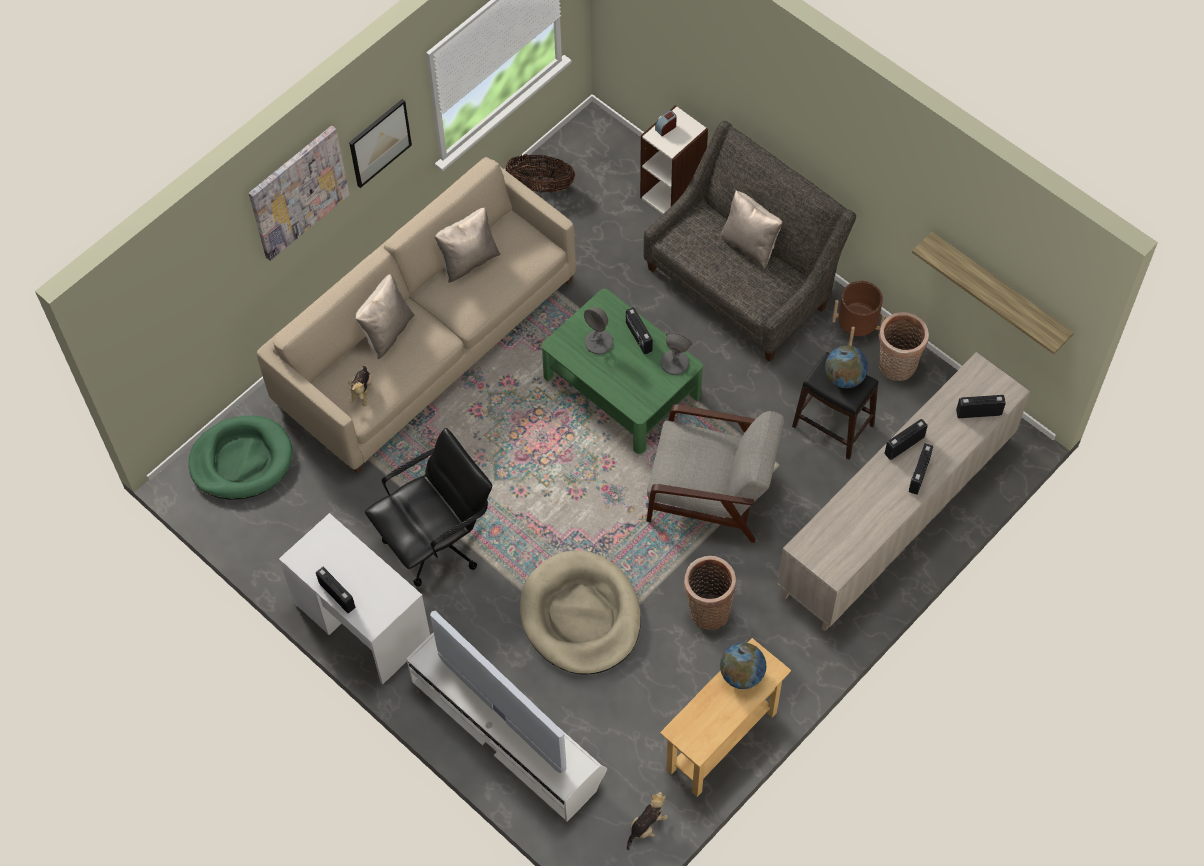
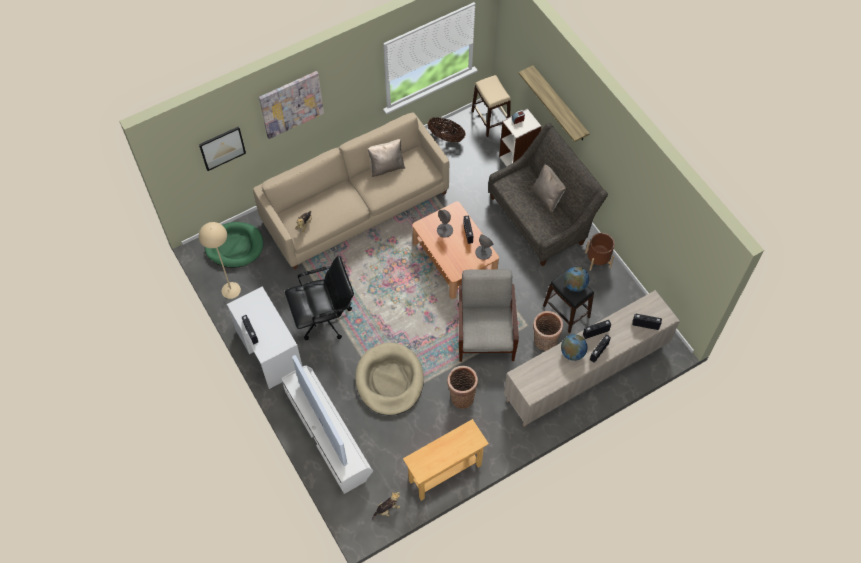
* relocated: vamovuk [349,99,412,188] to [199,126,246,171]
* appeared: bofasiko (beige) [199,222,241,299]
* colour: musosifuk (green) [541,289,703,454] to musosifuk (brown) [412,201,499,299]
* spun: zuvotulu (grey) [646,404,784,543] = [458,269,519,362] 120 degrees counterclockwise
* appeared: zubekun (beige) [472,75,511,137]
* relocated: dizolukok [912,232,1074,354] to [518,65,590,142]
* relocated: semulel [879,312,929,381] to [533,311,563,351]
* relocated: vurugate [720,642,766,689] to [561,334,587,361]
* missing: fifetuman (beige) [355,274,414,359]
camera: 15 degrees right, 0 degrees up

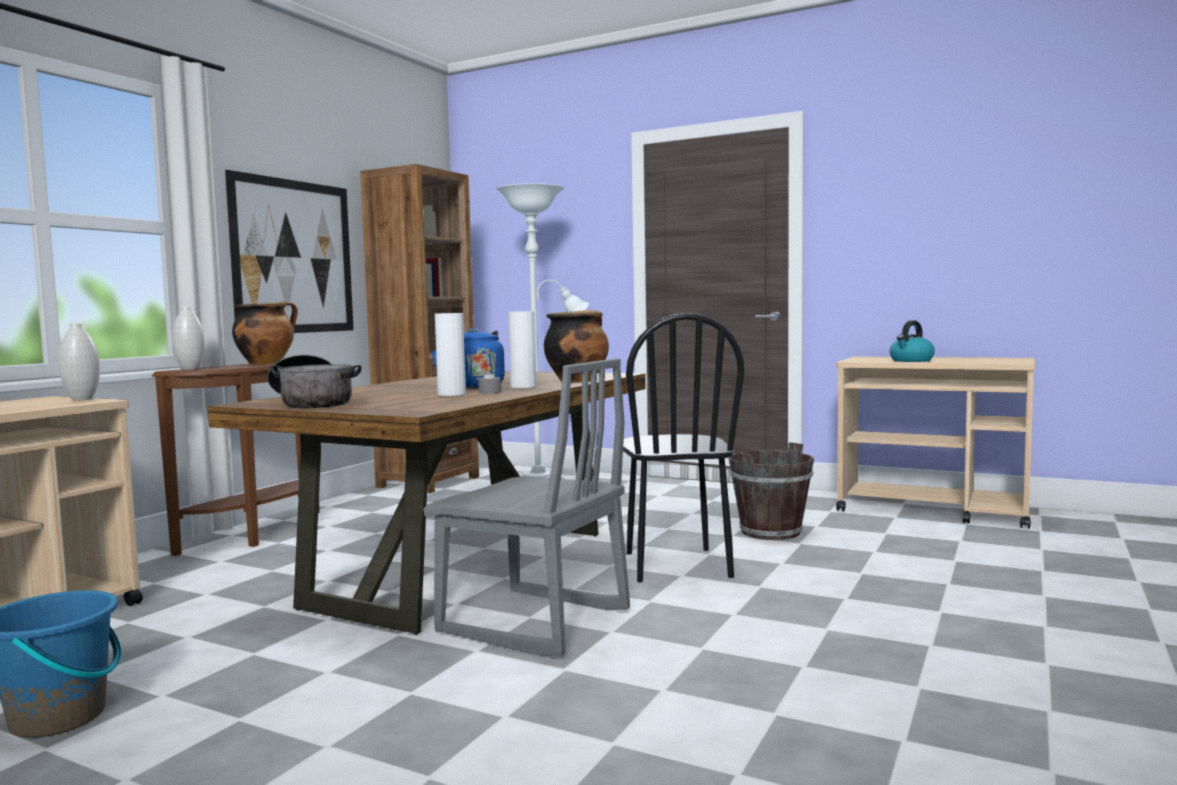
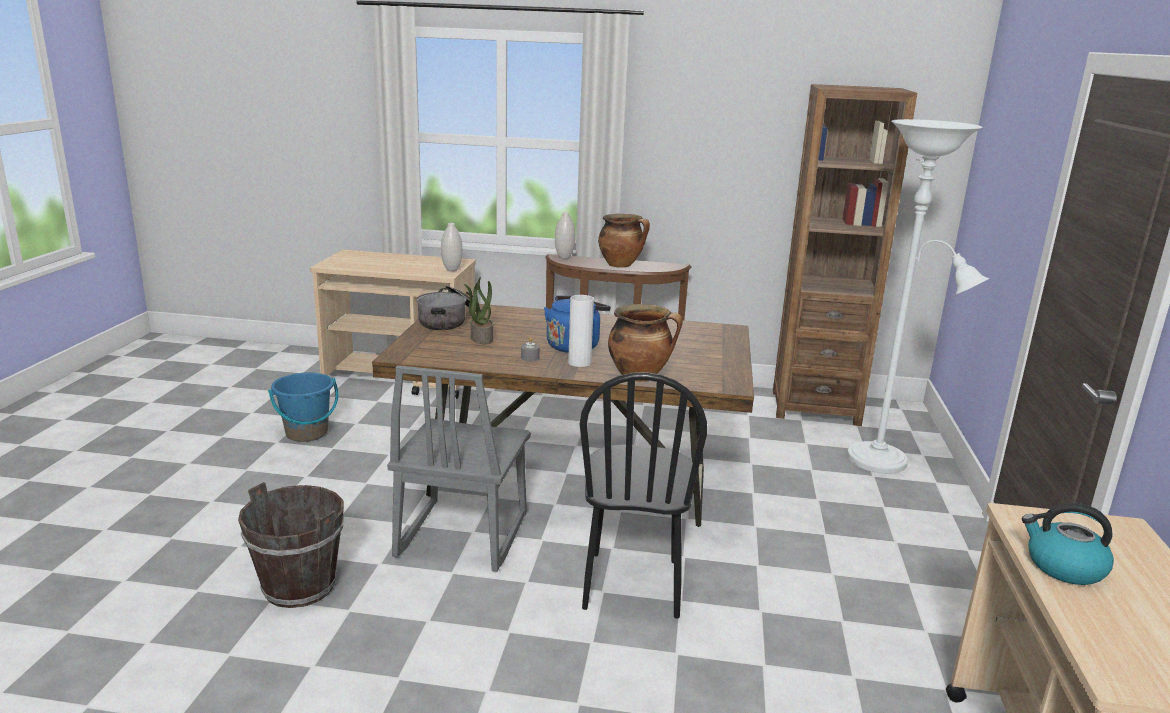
* relocated: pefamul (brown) [728,442,814,540] to [238,482,344,608]
* appeared: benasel [464,277,493,344]
* spun: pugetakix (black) [623,313,744,582] = [580,372,707,619] 60 degrees counterclockwise
* missing: vamovuk [225,170,354,333]
* missing: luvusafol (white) [435,313,466,396]
camera: 70 degrees right, 15 degrees up

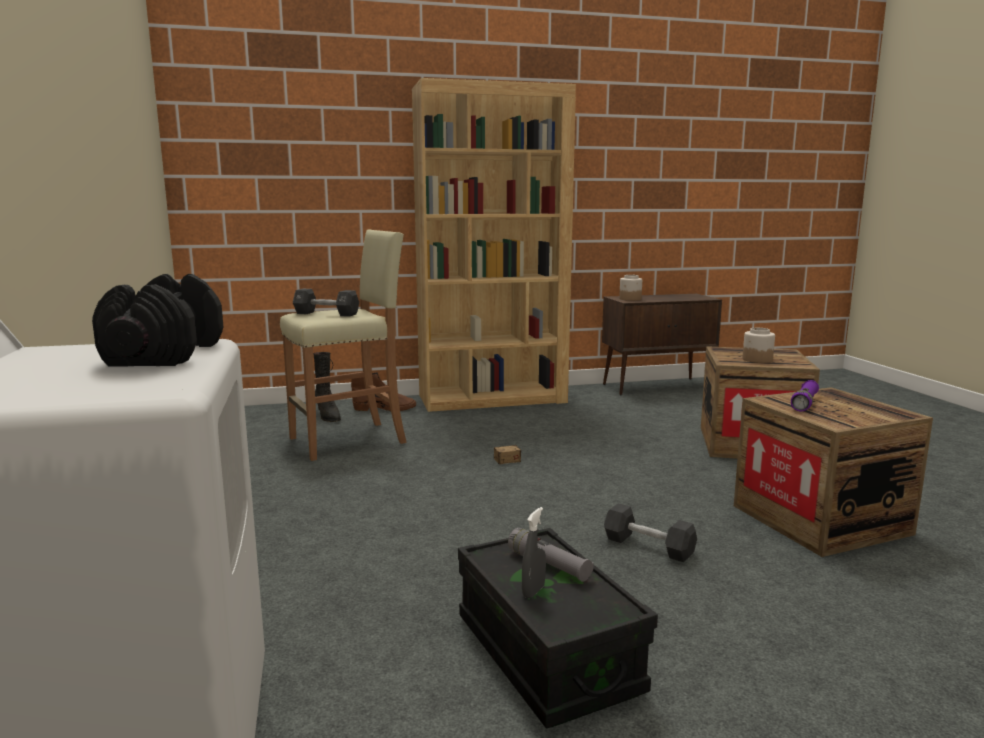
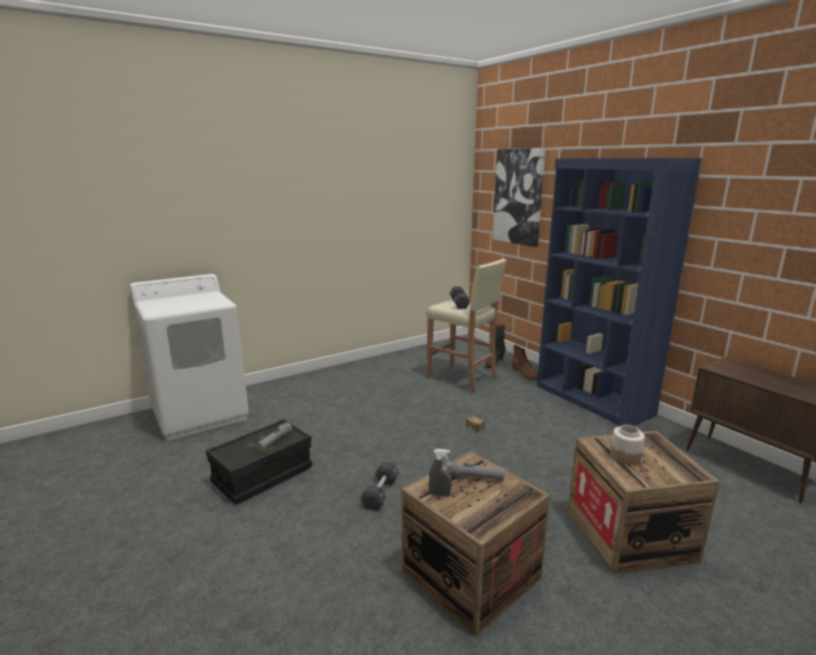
* relocated: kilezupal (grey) [522,507,546,598] to [429,449,452,497]
* colour: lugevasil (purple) [791,380,819,411] to lugevasil (grey) [446,460,504,481]
* appeared: vamovuk [493,148,546,247]
* colour: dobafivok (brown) [412,78,576,412] to dobafivok (blue) [537,158,702,426]
* missing: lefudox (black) [92,274,223,367]
* missing: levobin [619,275,642,301]
camera: 70 degrees right, 5 degrees up

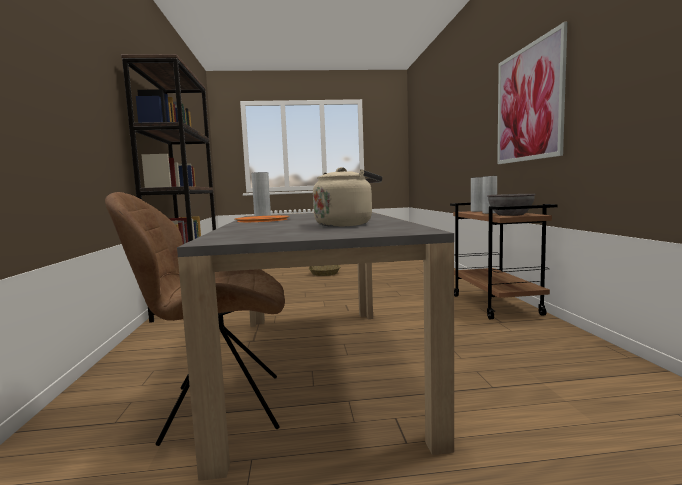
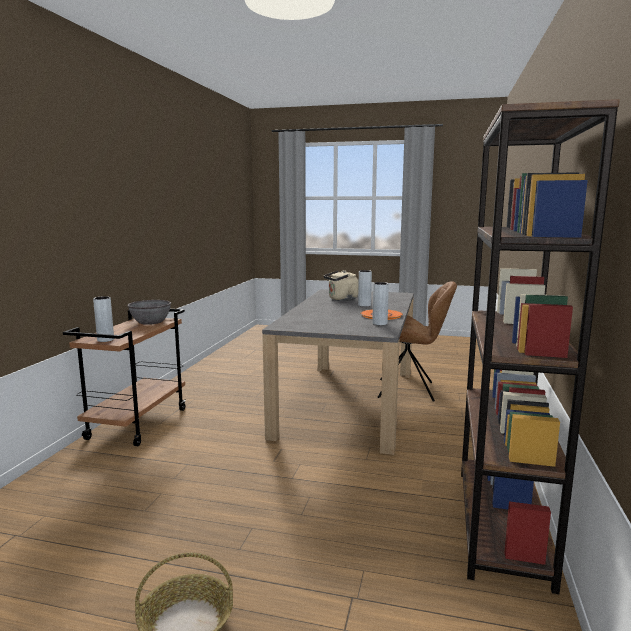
* relocated: luvusafol (grey) [482,176,497,214] to [358,270,372,307]
* missing: vamovuk [497,22,567,164]
camera: 160 degrees left, 5 degrees up

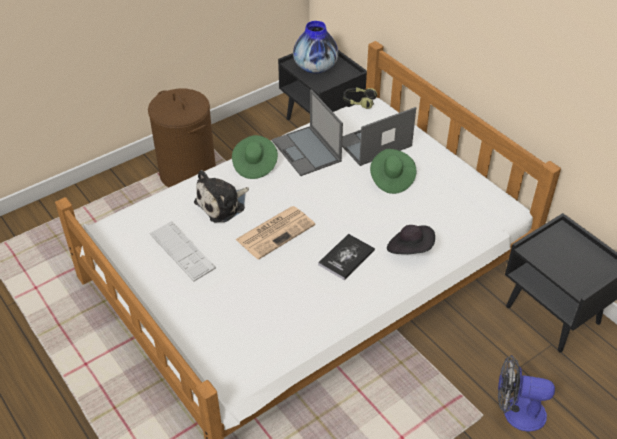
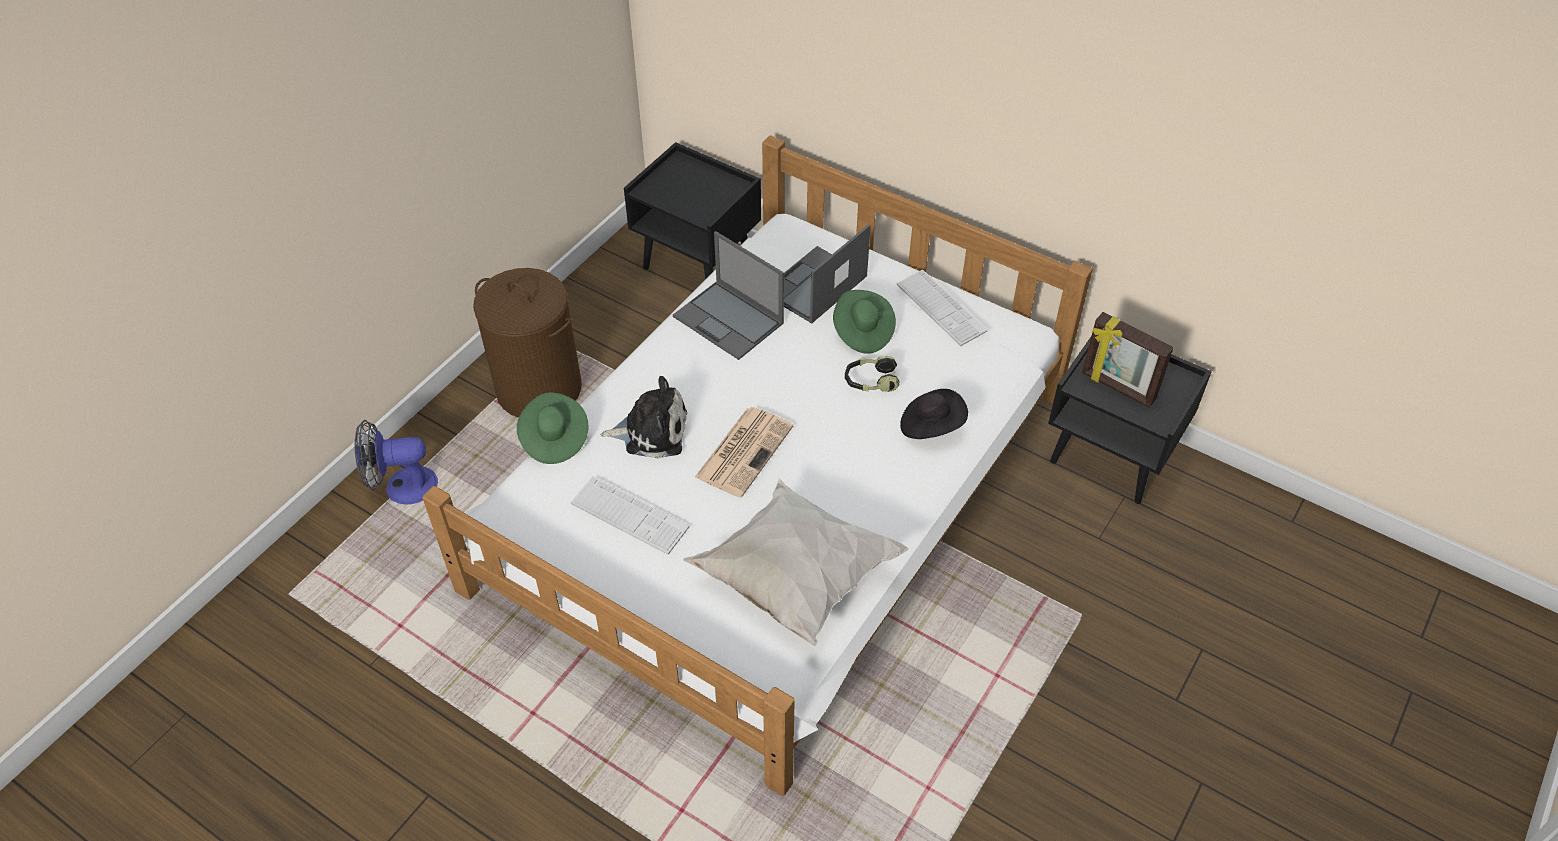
* relocated: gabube [498,355,555,432] to [355,420,438,505]
* relocated: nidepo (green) [232,135,278,179] to [517,393,588,464]
* spun: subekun [194,170,249,223] = [601,376,687,459] 120 degrees counterclockwise
* appeared: fifetuman (white) [683,478,909,646]
* relocated: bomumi [343,87,377,109] to [845,355,900,392]
* appeared: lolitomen [897,269,987,346]
* appeared: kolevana [1082,312,1174,408]
* missing: luvusafol [293,21,338,73]
* missing: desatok [318,234,375,280]
camera: 20 degrees left, 5 degrees up

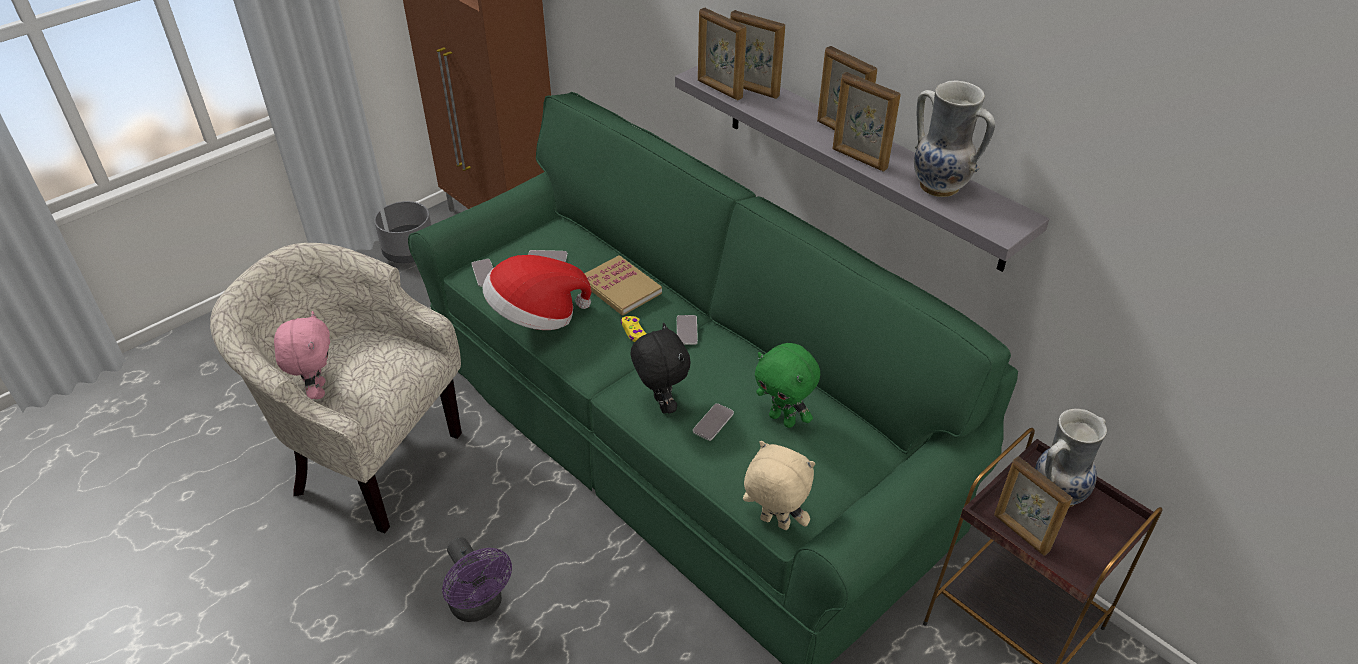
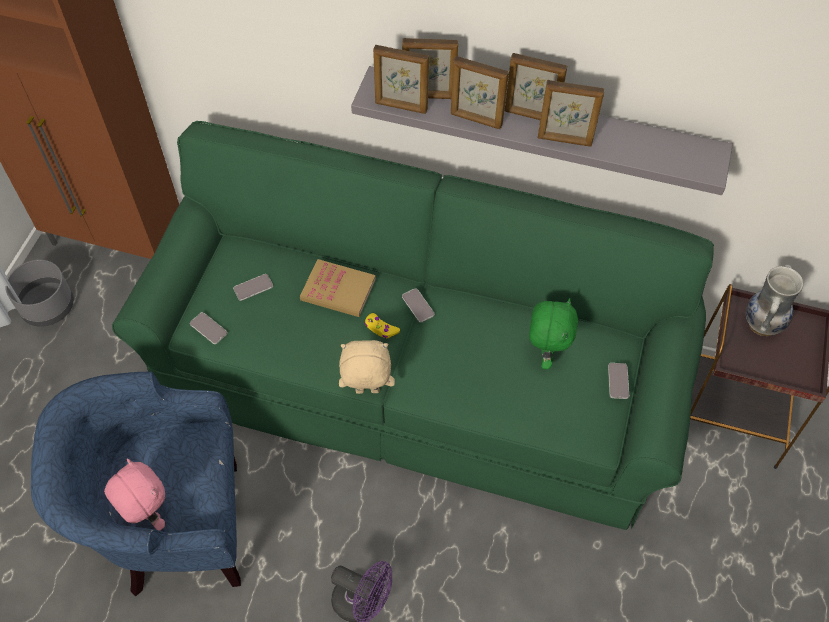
* colour: zuvotulu (beige) [210,243,462,533] to zuvotulu (blue) [31,371,241,597]
* relocated: subekun (beige) [743,441,815,530] to [339,340,395,394]
* relocated: kolevana [994,456,1072,556] to [451,56,509,129]
* spun: subekun (green) [755,343,820,428] = [529,298,578,370] 90 degrees counterclockwise
* relocated: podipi [693,403,734,441] to [608,363,629,399]
* missing: nidepo [483,255,592,330]
* missing: subekun (black) [631,323,691,414]
* missing: luvusafol [914,80,995,197]
camera: 30 degrees left, 15 degrees up

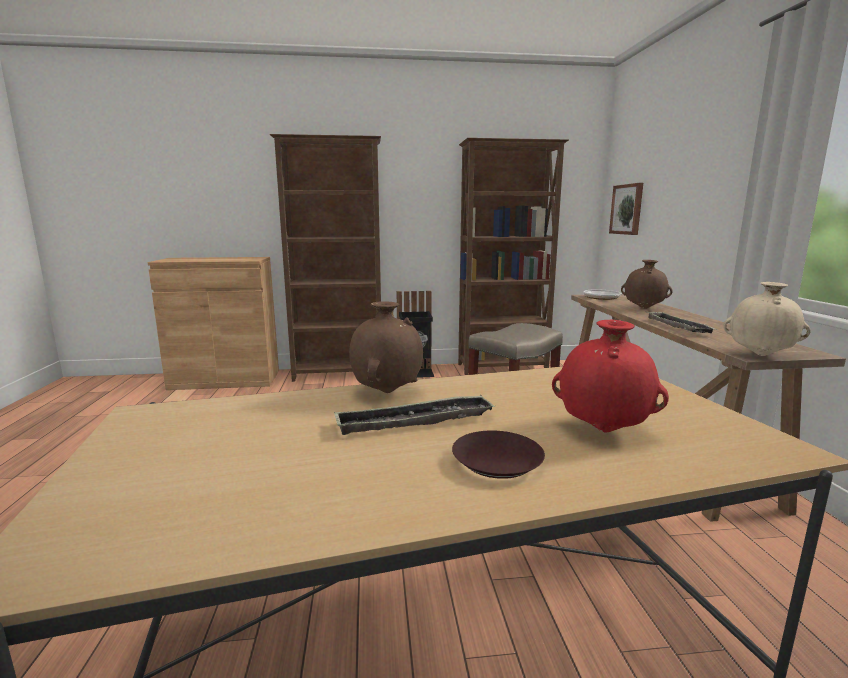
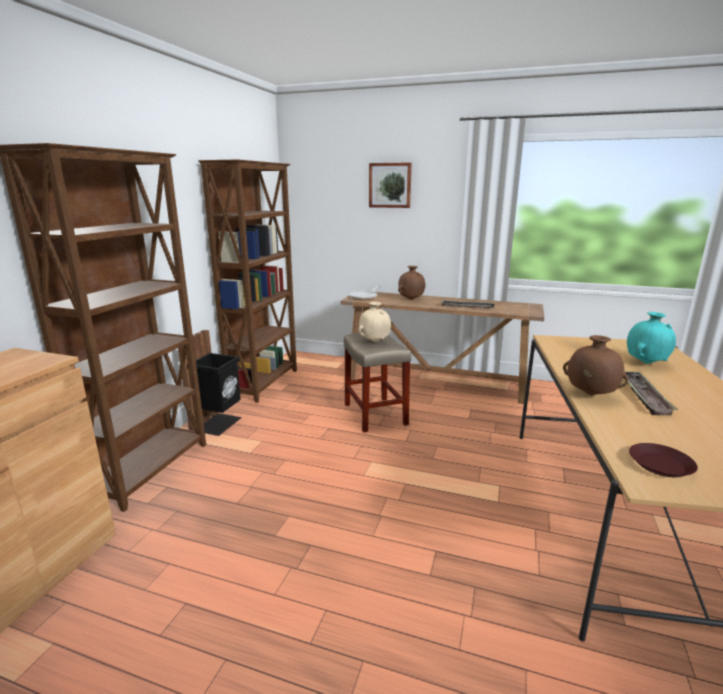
* relocated: luvusafol (beige) [724,282,811,356] to [358,302,391,342]
* relocated: vamovuk [609,183,643,235] to [369,162,412,208]
* colour: luvusafol (red) [552,320,669,433] to luvusafol (turquoise) [627,312,676,364]
* relocated: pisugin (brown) [452,430,545,479] to [629,443,698,477]
camera: 65 degrees left, 5 degrees up

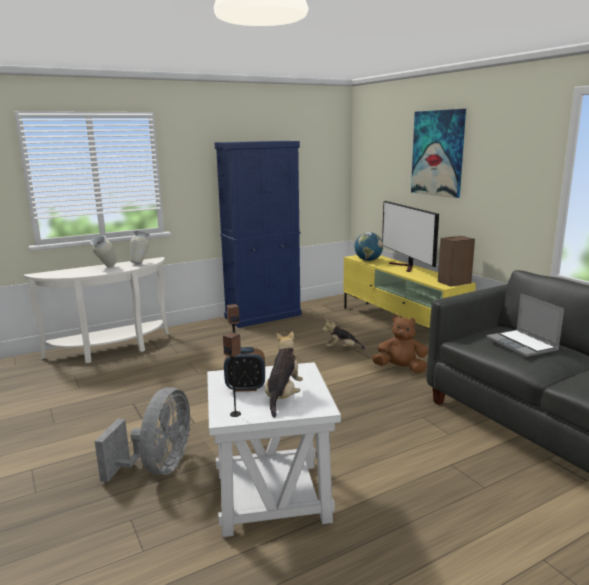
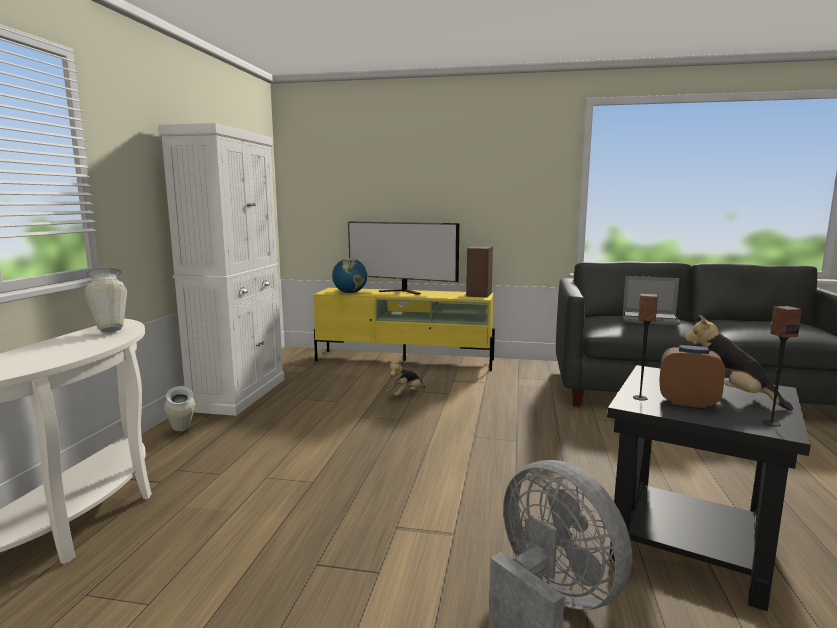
* colour: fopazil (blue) [214,141,302,328] to fopazil (white) [158,123,284,416]
* relocated: luvusafol [90,234,116,267] to [164,386,195,431]
* colour: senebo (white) [207,362,341,537] to senebo (black) [607,365,811,611]
* spun: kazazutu [224,347,265,392] = [660,345,725,408] 105 degrees counterclockwise
* missing: subekun (brown) [372,315,428,373]
* missing: vamovuk [411,109,466,198]
camera: 50 degrees left, 5 degrees down

